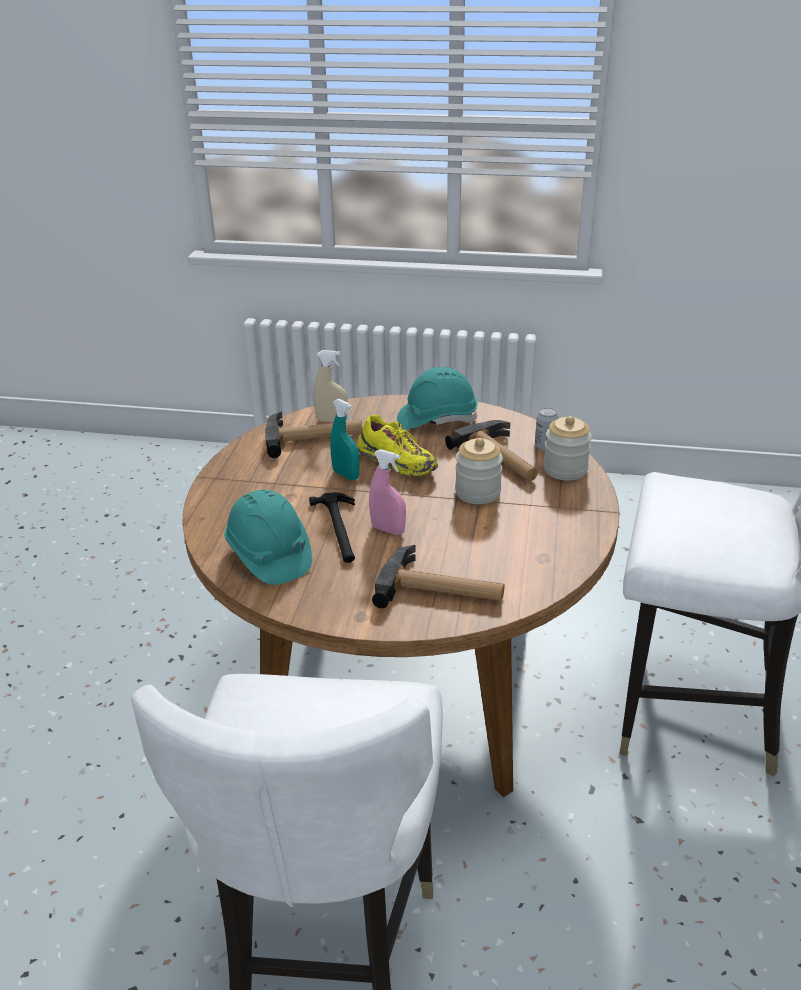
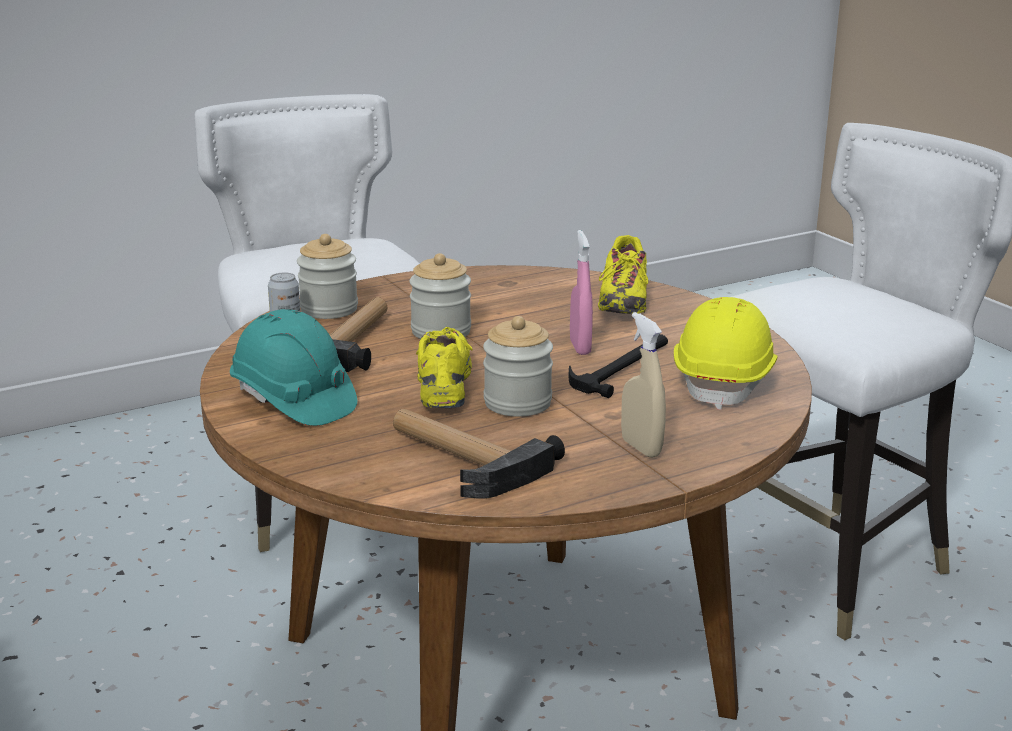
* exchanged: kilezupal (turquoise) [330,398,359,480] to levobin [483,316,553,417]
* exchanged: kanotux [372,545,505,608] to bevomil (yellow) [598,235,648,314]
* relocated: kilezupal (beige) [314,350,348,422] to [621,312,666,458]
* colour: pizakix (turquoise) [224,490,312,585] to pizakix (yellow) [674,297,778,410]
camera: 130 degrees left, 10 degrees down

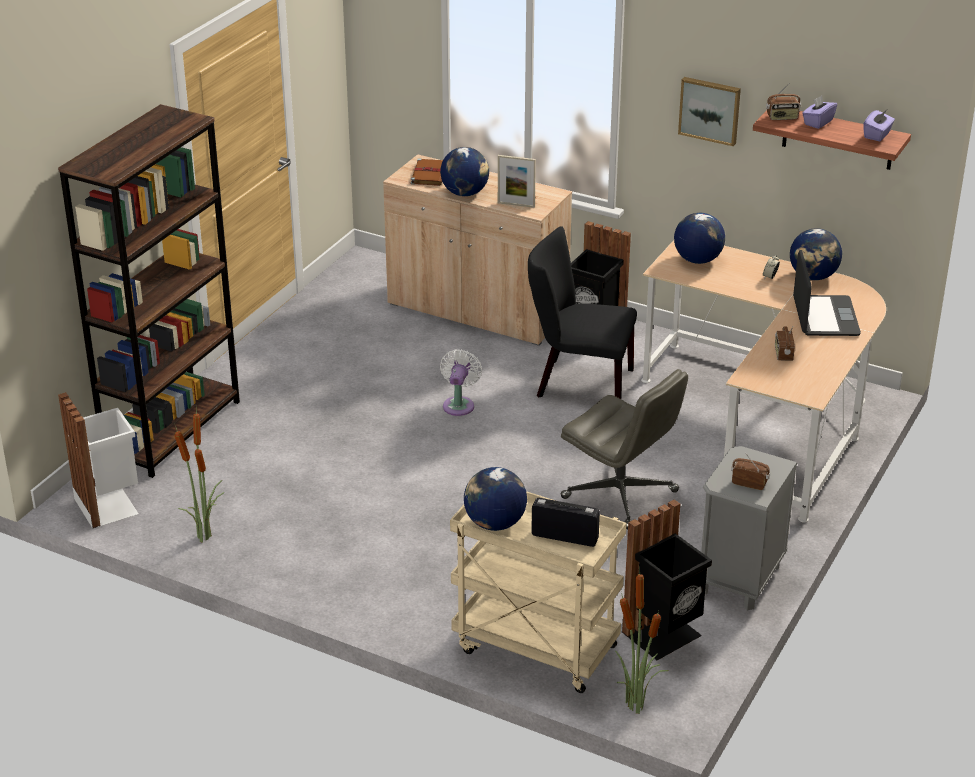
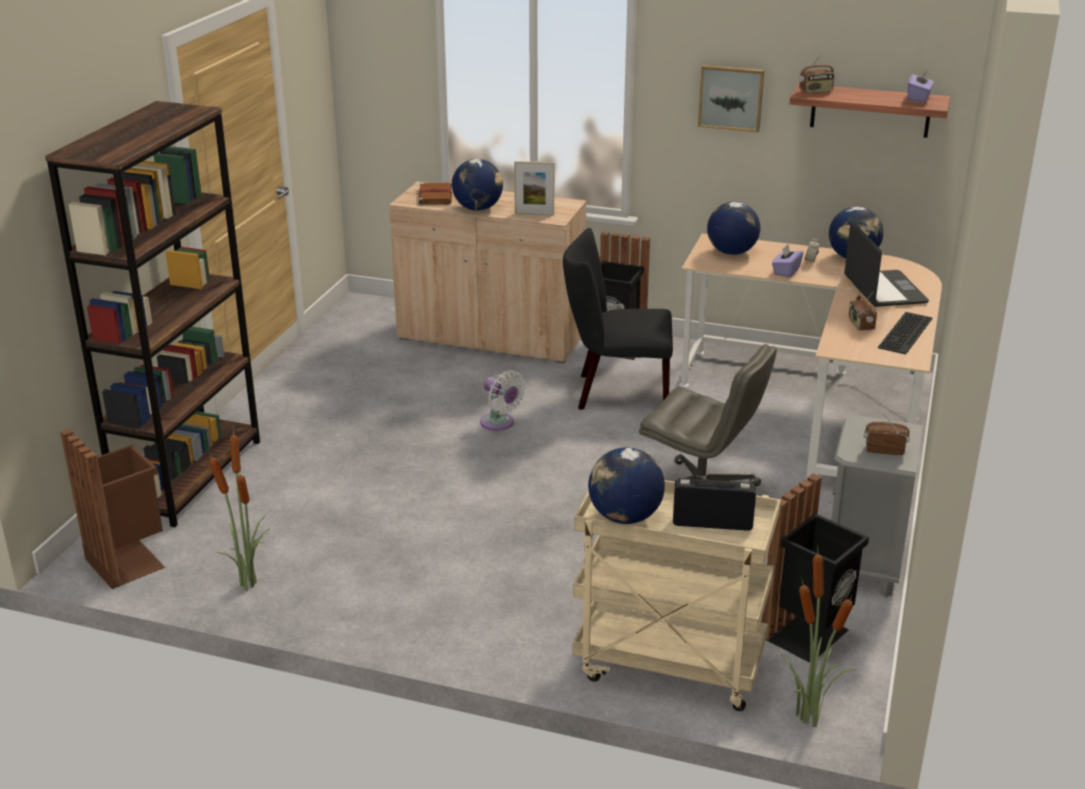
* colour: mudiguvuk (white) [58,392,139,528] to mudiguvuk (brown) [60,429,165,589]
* spun: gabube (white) [440,349,482,416] = [480,370,525,431] 135 degrees clockwise
* relocated: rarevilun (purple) [802,95,837,129] to [772,244,804,278]
* appeared: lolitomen [878,312,932,354]
camera: 10 degrees left, 5 degrees down

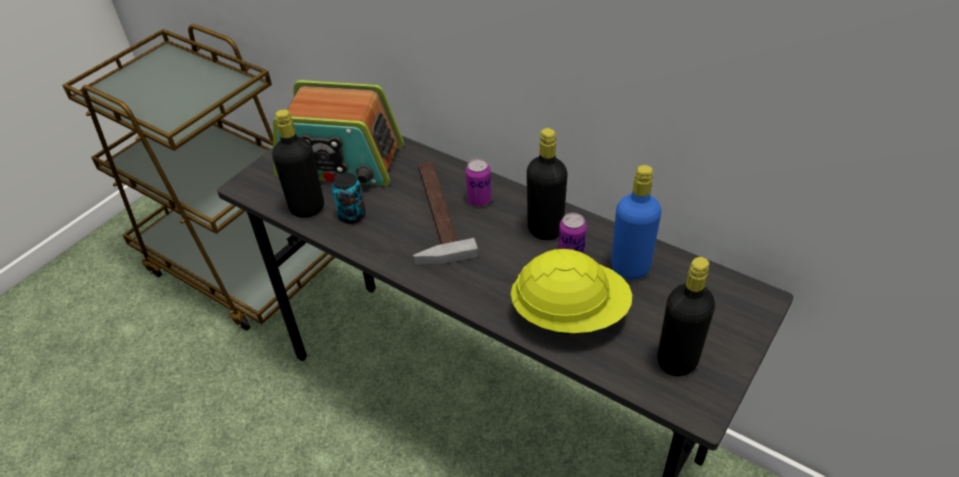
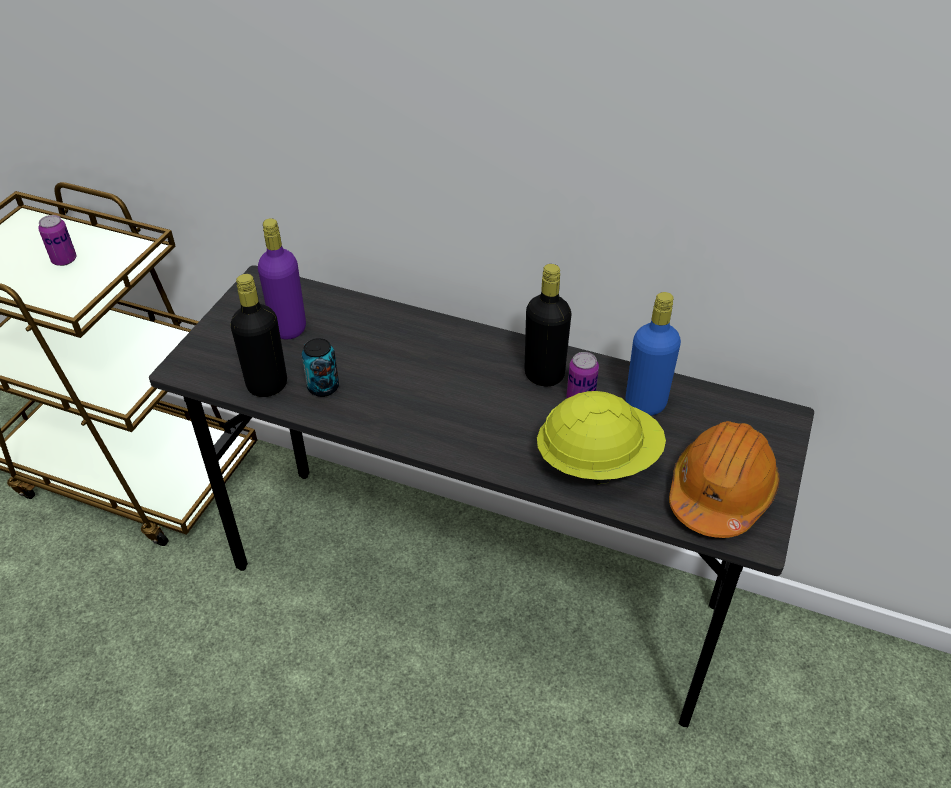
* relocated: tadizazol [465,158,492,206] to [38,215,77,266]
* exchanged: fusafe [273,80,404,186] to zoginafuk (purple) [258,218,306,339]
* exchanged: zoginafuk (black) [657,257,715,376] to pizakix (orange) [669,421,780,538]
* missing: kanotux [413,161,479,265]
camera: 15 degrees left, 0 degrees up

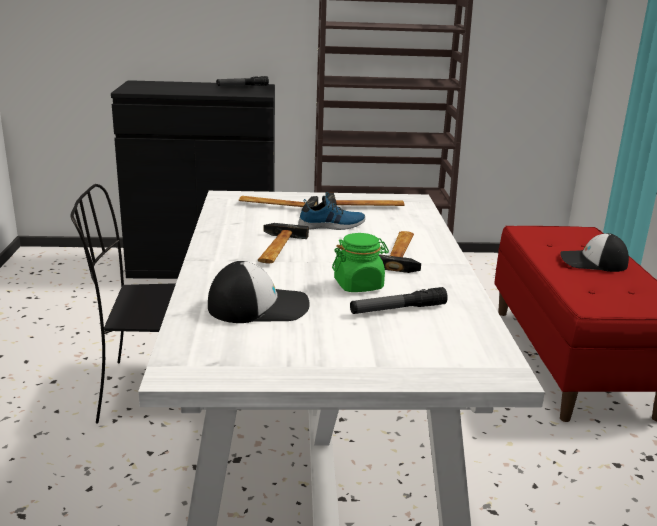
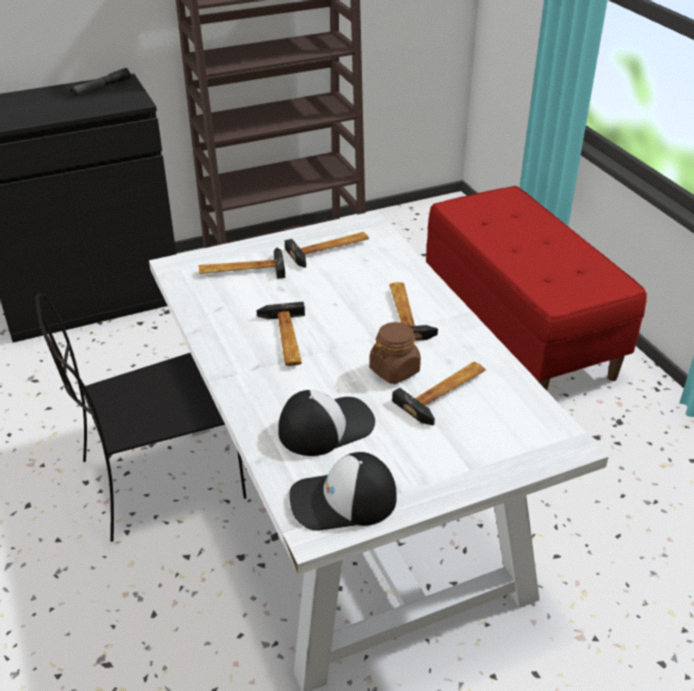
* relocated: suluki [560,233,629,272] to [289,452,397,531]
* colour: levobin (green) [332,233,389,292] to levobin (brown) [369,322,421,384]
* exchanged: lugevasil [350,287,448,314] to kanotux [392,362,486,425]
* missing: bevomil [298,192,365,230]
camera: 20 degrees left, 15 degrees up

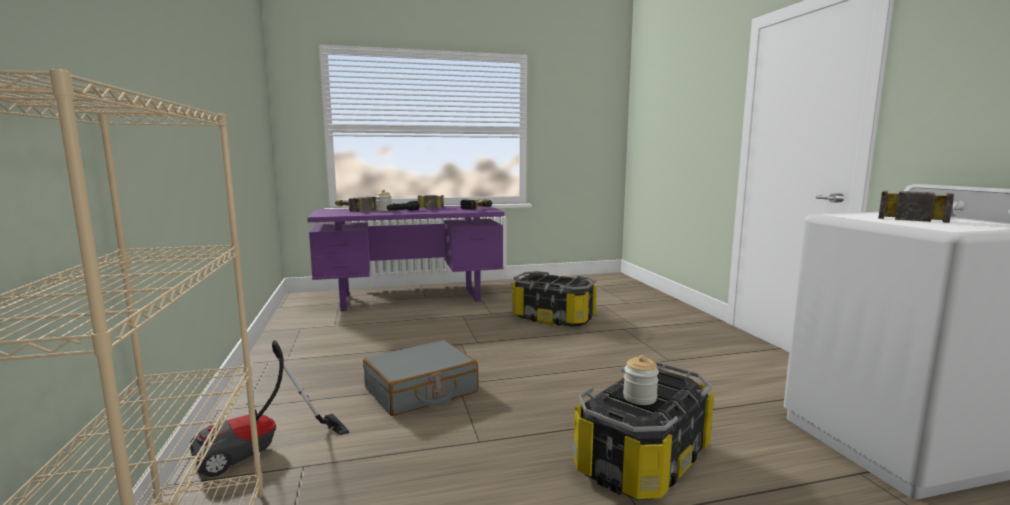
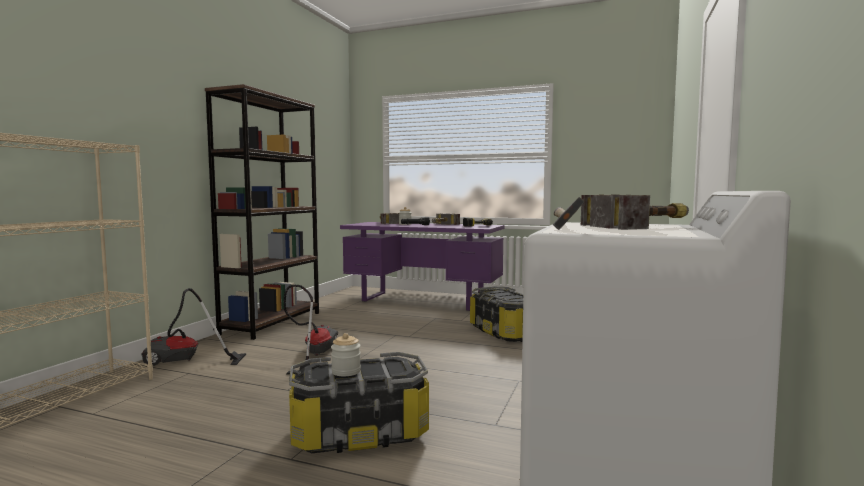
* appeared: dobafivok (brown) [205,84,319,340]
* exchanged: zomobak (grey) [363,340,479,416] to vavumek [284,285,338,374]
* appeared: kanotux [553,197,585,230]
camera: 35 degrees right, 5 degrees down

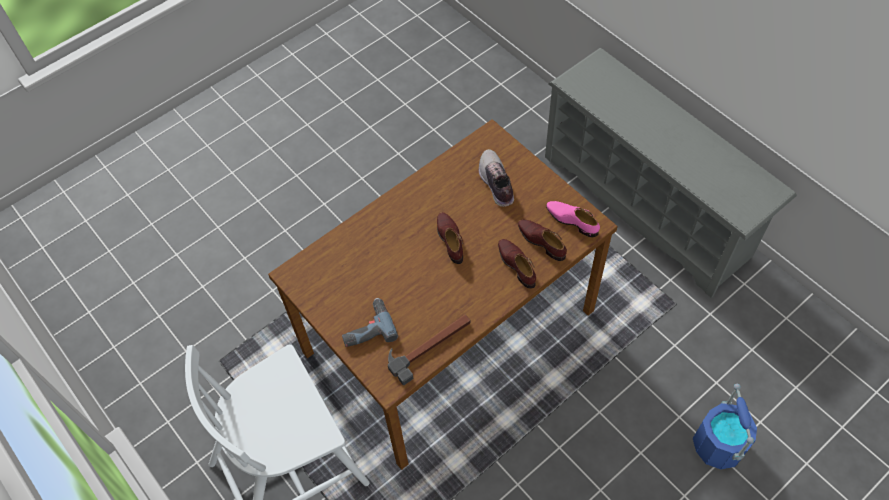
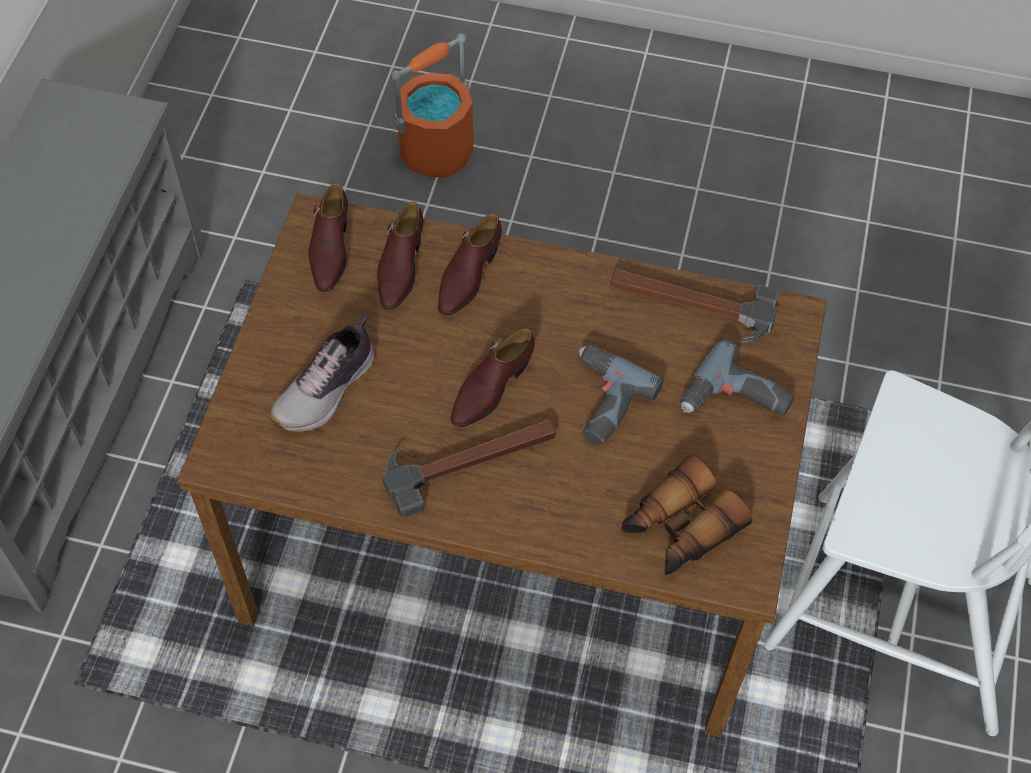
* colour: bevomil (pink) [546,201,600,237] to bevomil (brown) [309,183,348,292]
* appeared: kanotux [382,420,556,518]
* colour: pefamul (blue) [693,384,757,469] to pefamul (orange) [391,34,473,177]
* appeared: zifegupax [579,345,664,446]
* appeared: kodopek [621,456,752,575]
camera: 130 degrees left, 0 degrees up

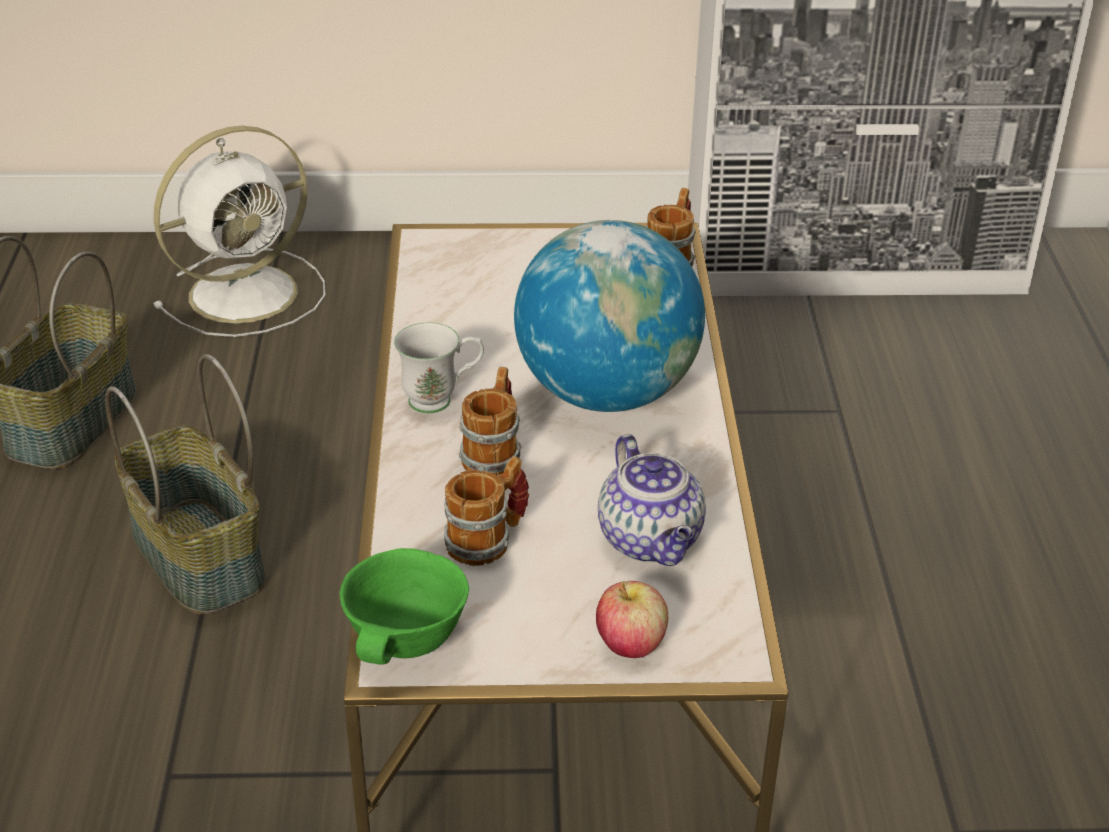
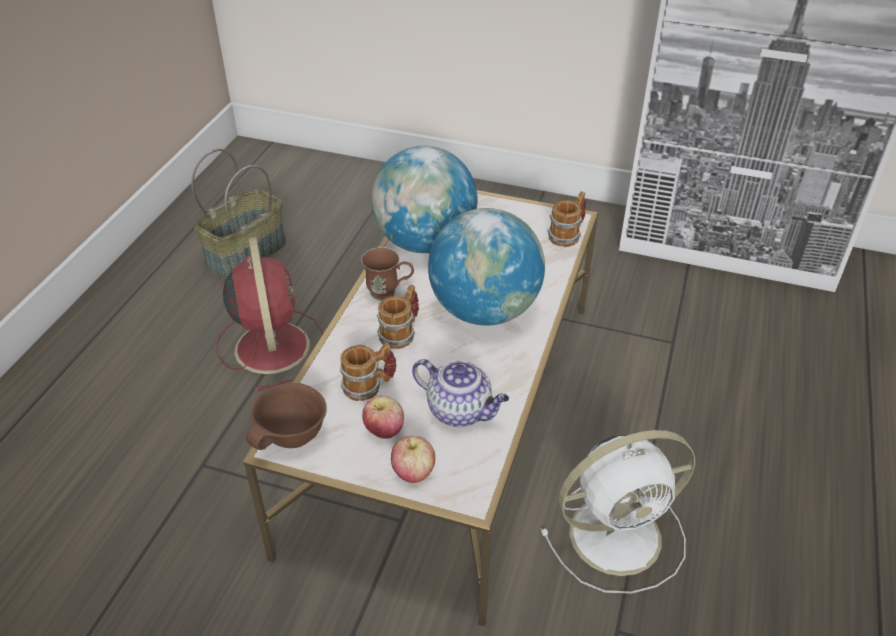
* exchanged: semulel [105,354,266,614] to gabube (red) [216,237,323,391]
* colour: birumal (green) [339,548,469,665] to birumal (brown) [246,383,327,450]
* colour: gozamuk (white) [394,322,484,413] to gozamuk (brown) [361,247,414,301]
* appeared: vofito [362,396,404,439]
* appeared: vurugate [371,146,477,253]
* spun: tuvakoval [598,434,706,566] = [412,359,509,427] 60 degrees counterclockwise
* relocated: gabube (white) [153,126,325,337] to [541,430,695,594]
camera: 20 degrees right, 5 degrees up

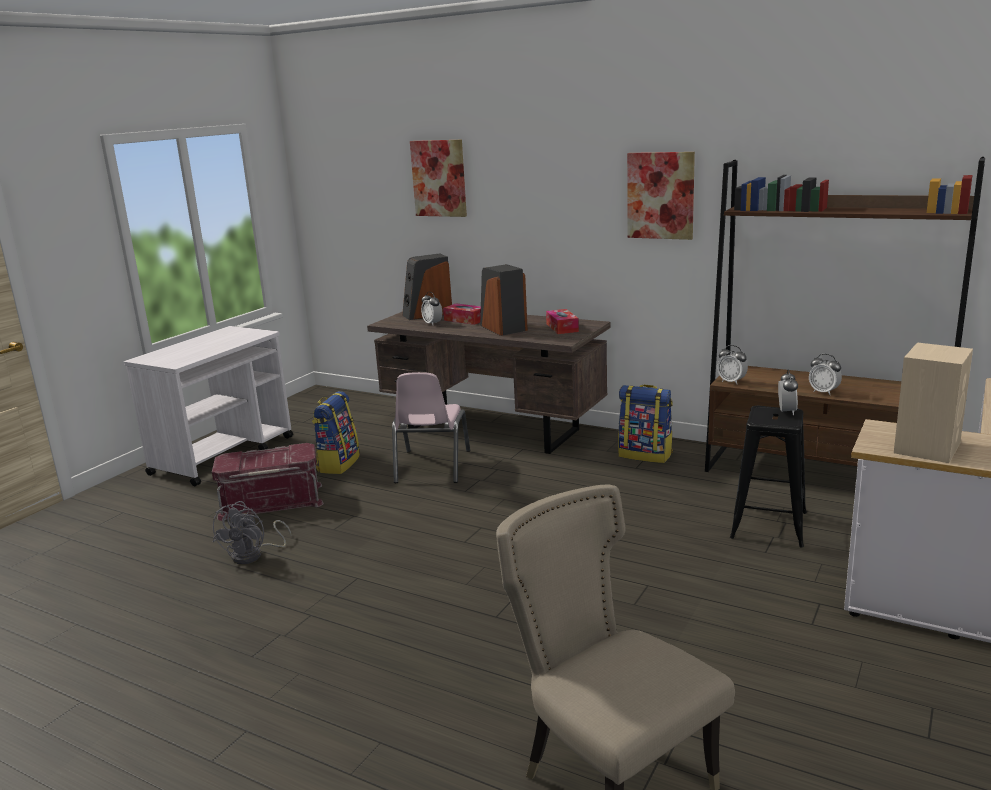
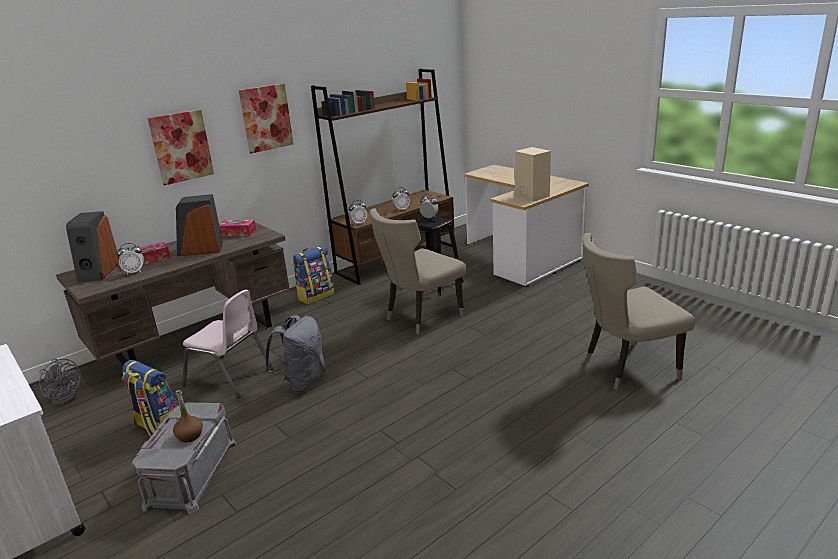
* relocated: gabube (grey) [213,501,291,564] to [39,359,81,406]
* colour: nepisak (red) [212,443,324,521] to nepisak (grey) [132,403,237,514]
* relocated: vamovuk [410,140,467,217] to [147,110,214,185]
* appeared: zoginafuk (brown) [173,390,203,442]
* appeared: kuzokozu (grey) [265,315,326,393]
* appeared: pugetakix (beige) [370,208,466,334]
camera: 70 degrees left, 5 degrees up

